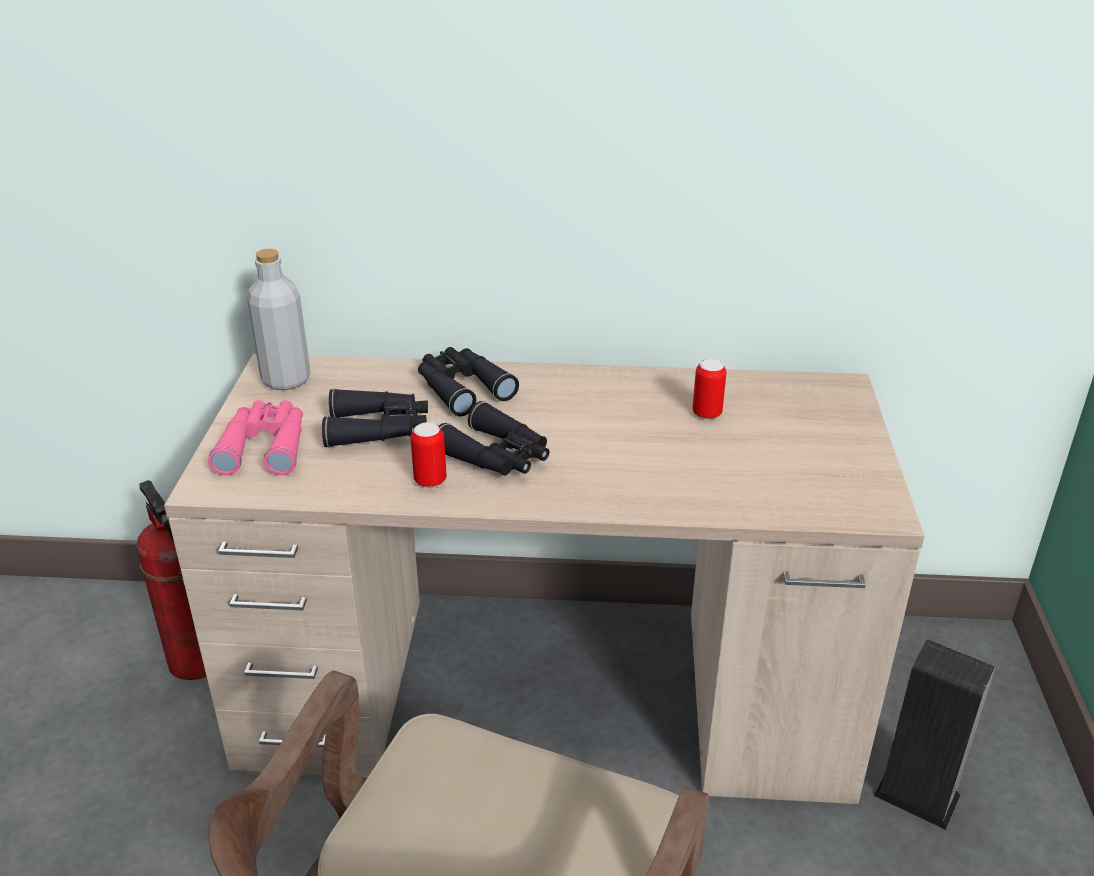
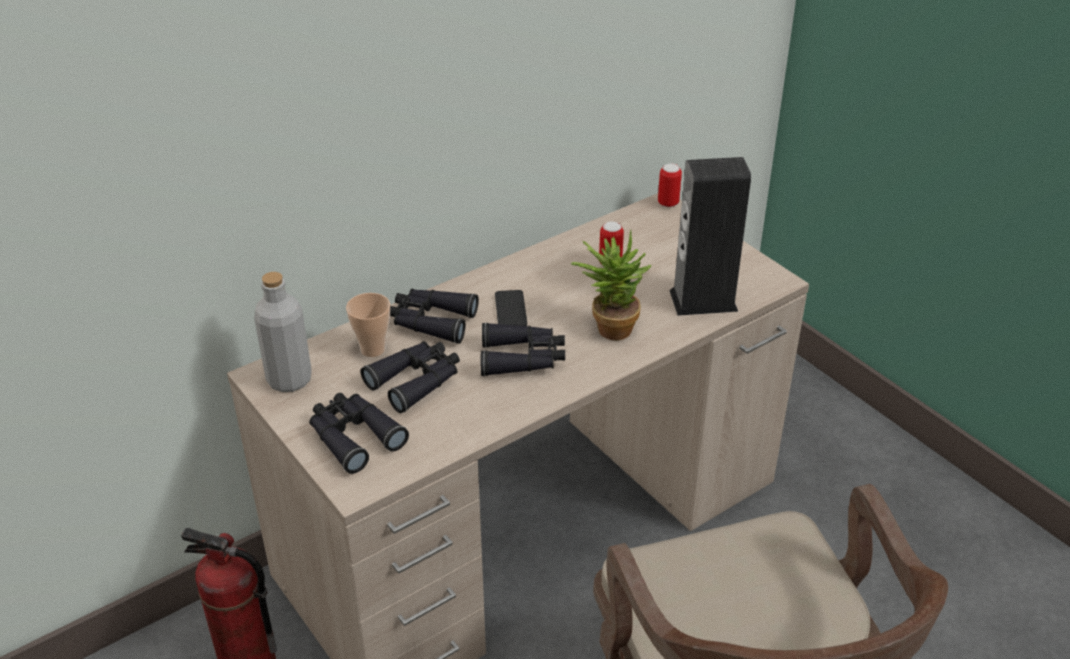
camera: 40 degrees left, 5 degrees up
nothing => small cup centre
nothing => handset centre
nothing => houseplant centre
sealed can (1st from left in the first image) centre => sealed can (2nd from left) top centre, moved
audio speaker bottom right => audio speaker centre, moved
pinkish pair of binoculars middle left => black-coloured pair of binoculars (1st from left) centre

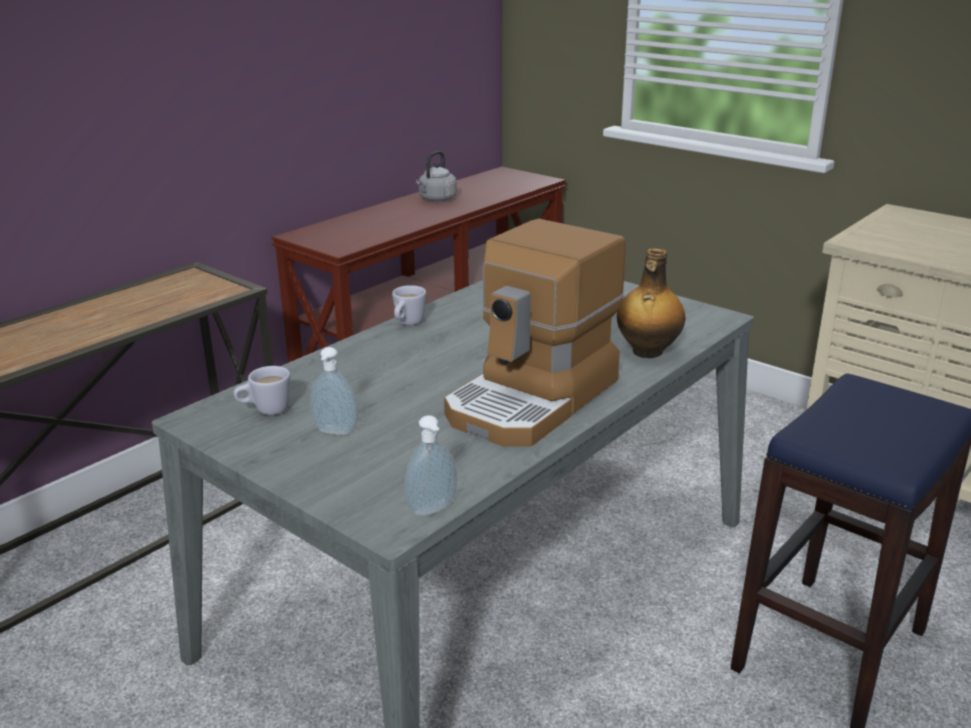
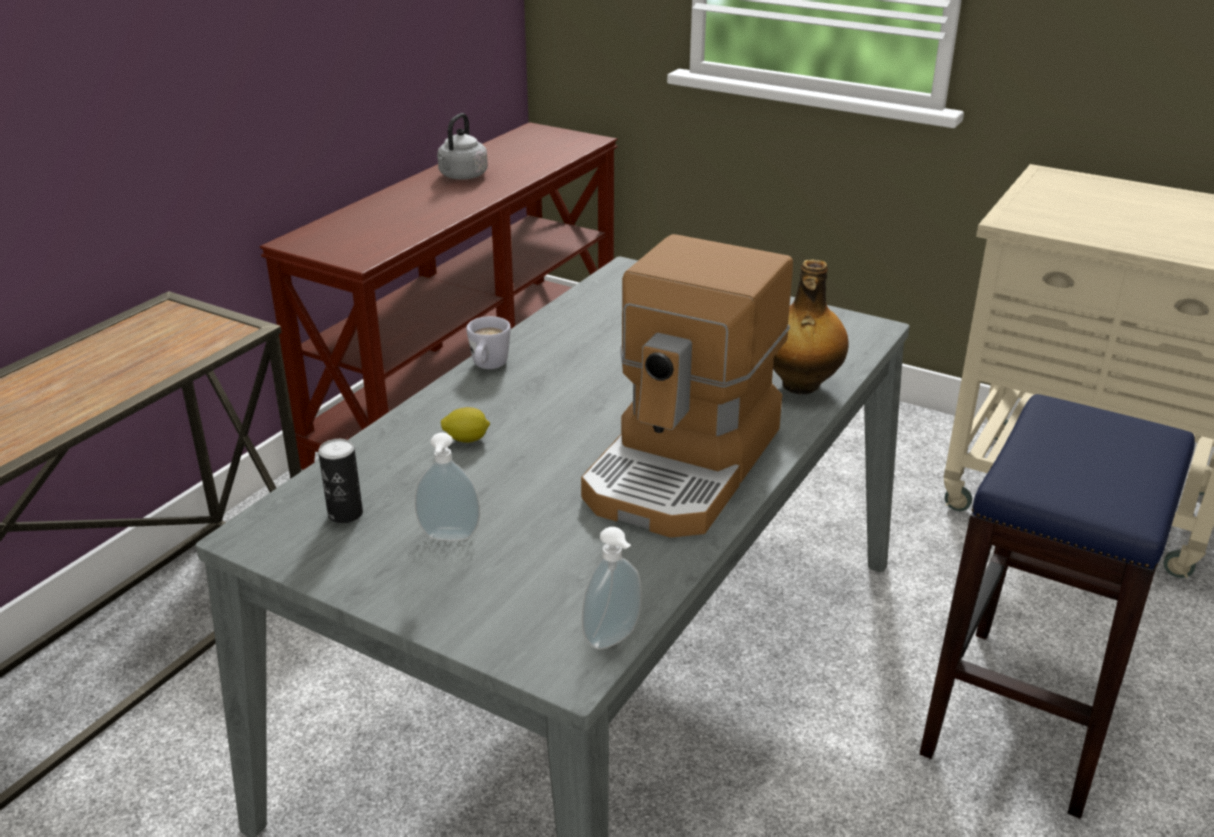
camera: 10 degrees left, 5 degrees up
nothing => citrus fruit centre
white coffee mug (1st from left) middle left => sealed can middle left

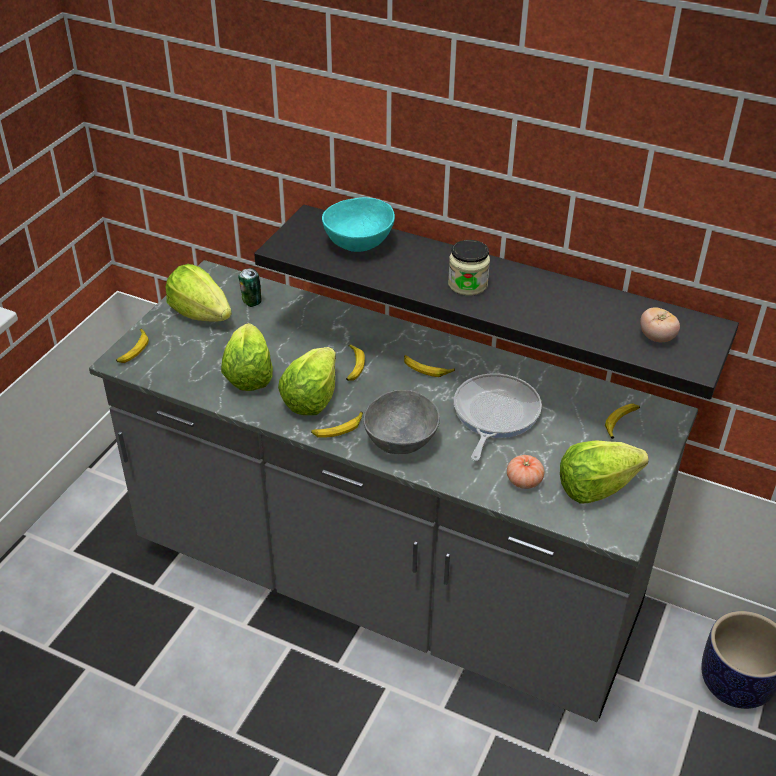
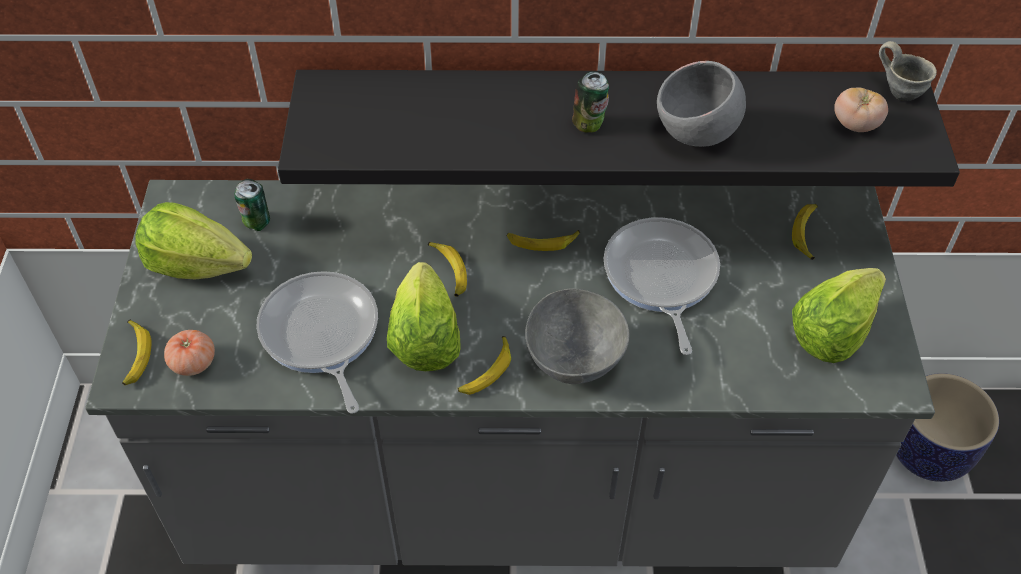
camera: 25 degrees left, 10 degrees up
turquoise-coloured bowl top centre => nothing
nothing => grey bowl (2nd from left) top right
nothing => grey coffee mug top right
tomato (1st from left) middle right => tomato (1st from left) middle left, moved
lettuce head (2nd from left) middle left => pan (1st from left) middle left
preserve jar centre => sealed can (2nd from left) top centre

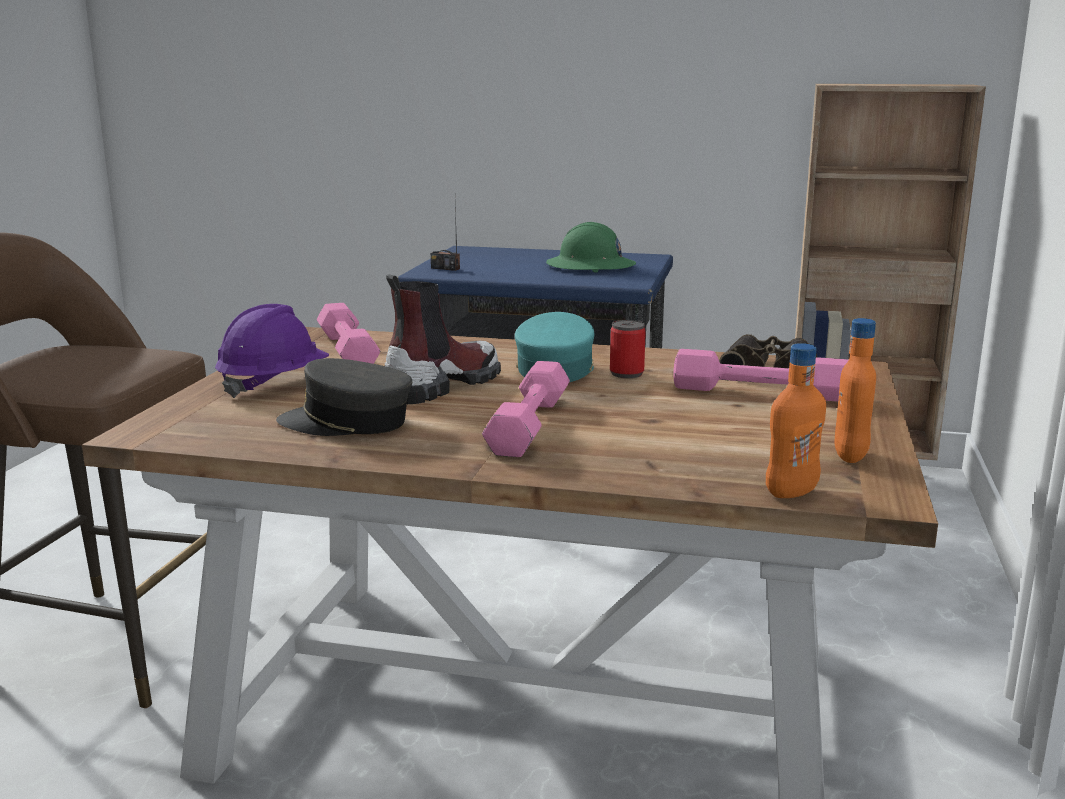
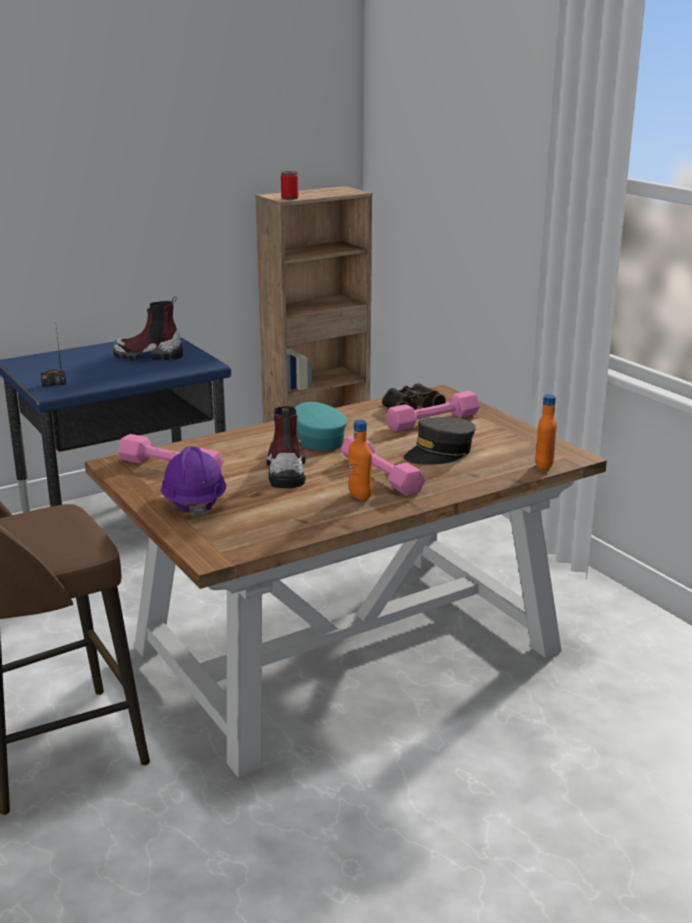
camera: 45 degrees left, 5 degrees up
grey peaked cap middle left => grey peaked cap centre, moved
sealed can centre => sealed can top centre, moved
orange-coloured drink bottle (2nd from left in the first image) middle right => orange-coloured drink bottle (1st from left) centre, moved
greenish work helmet top centre => boot (1st from left) middle left

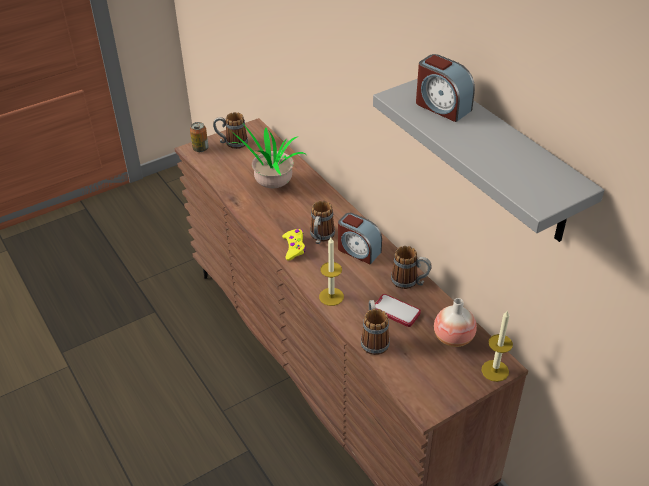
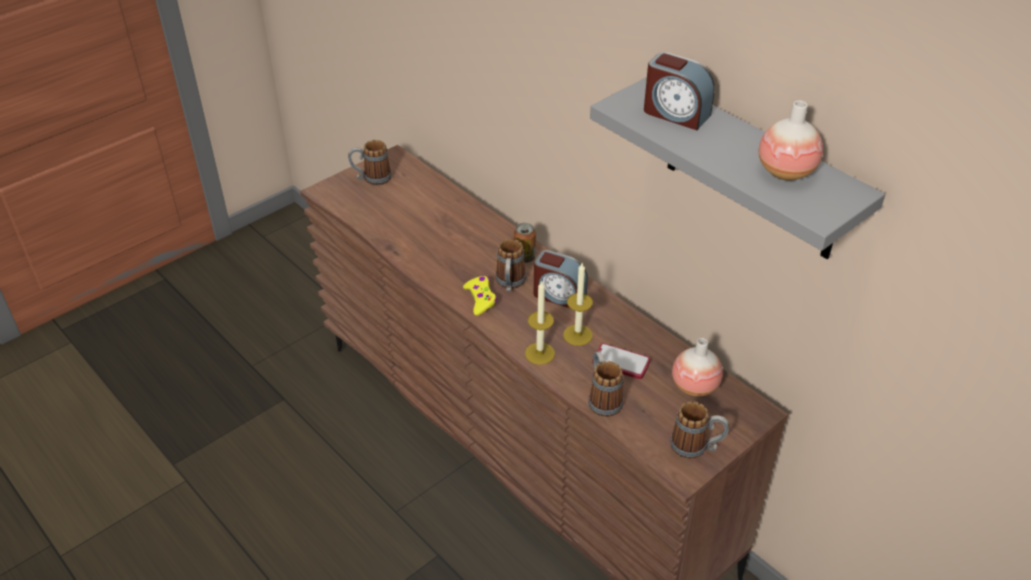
camera: 10 degrees left, 0 degrees up
houseplant top centre => nothing
nothing => vase (2nd from left) top right
sealed can top left => sealed can centre, moved
coffee mug (4th from left) centre => coffee mug (4th from left) bottom right, moved
wax light (2nd from left) bottom right => wax light (2nd from left) centre, moved

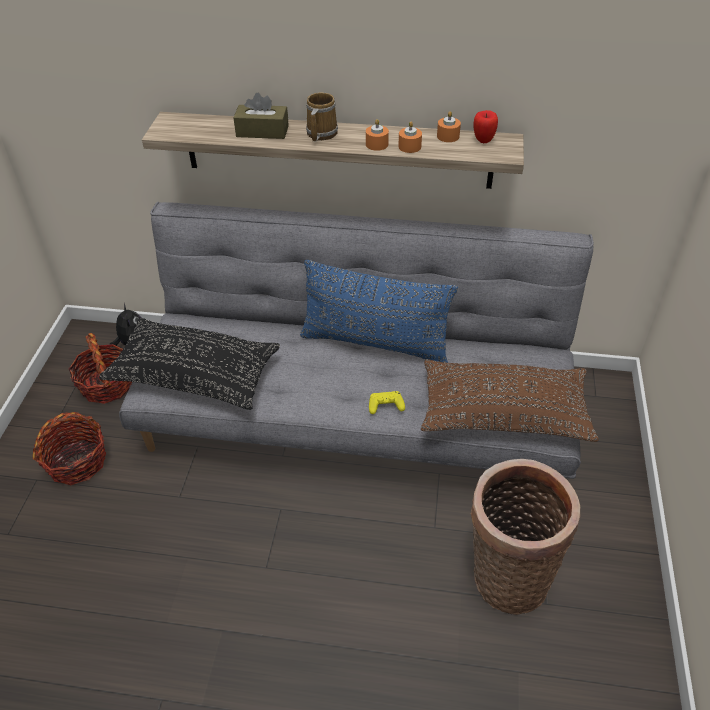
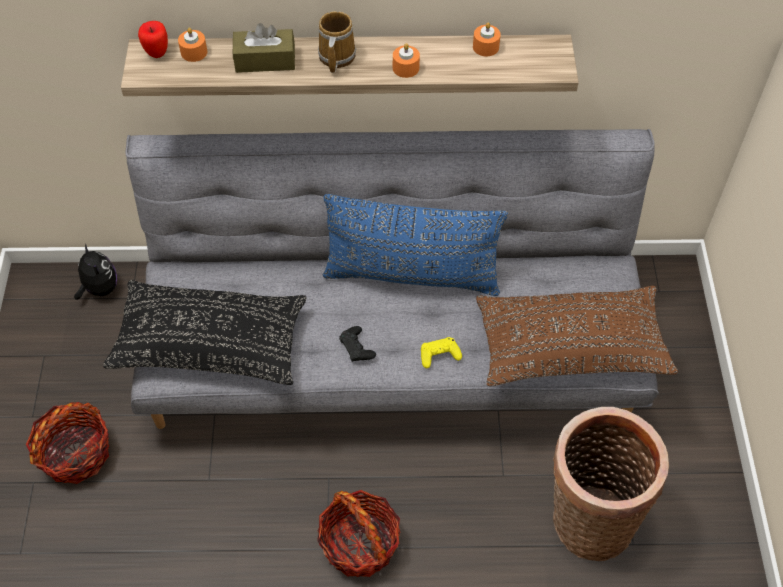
camera: 10 degrees left, 10 degrees up
nothing => black-coloured gamepad centre
basket (2nd from left) middle left => basket (2nd from left) bottom centre, moved
orange-coloured wax light (2nd from left in the first image) top centre => orange-coloured wax light (1st from left) top left, moved
whole apple top right => whole apple top left, moved

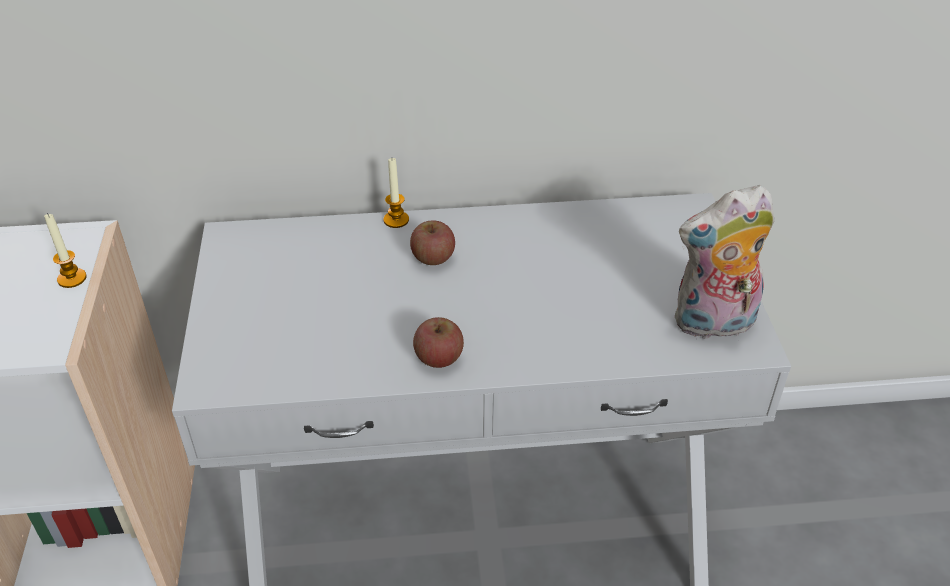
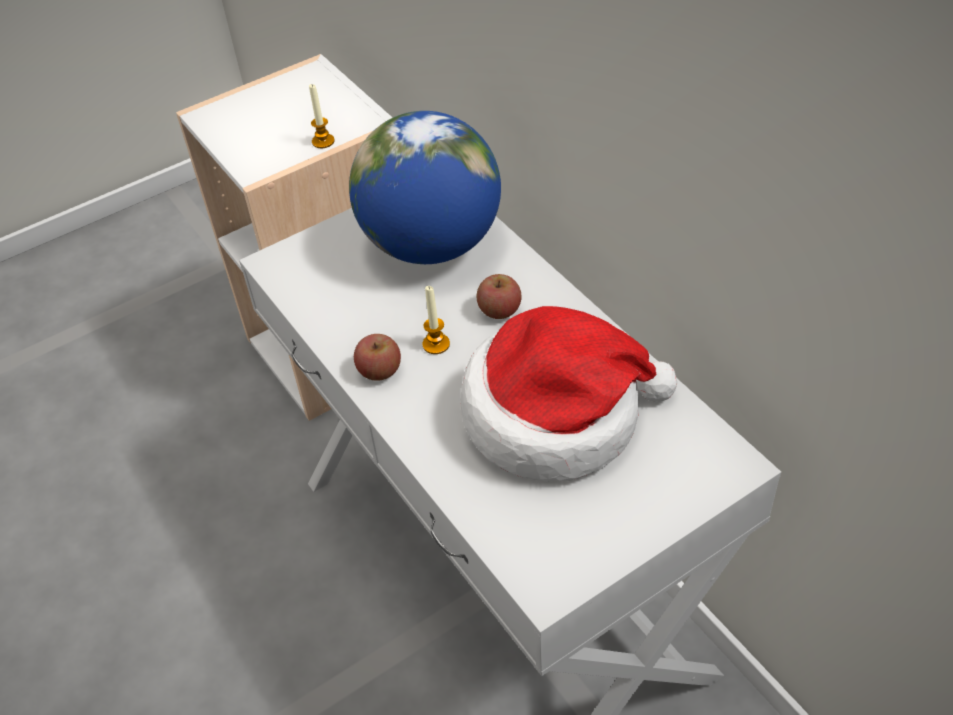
camera: 65 degrees right, 5 degrees up
cuddly toy middle right => nothing
nothing => desk globe top centre
nothing => clothing hat centre
wax light (2nd from left) top centre => wax light (2nd from left) centre, moved

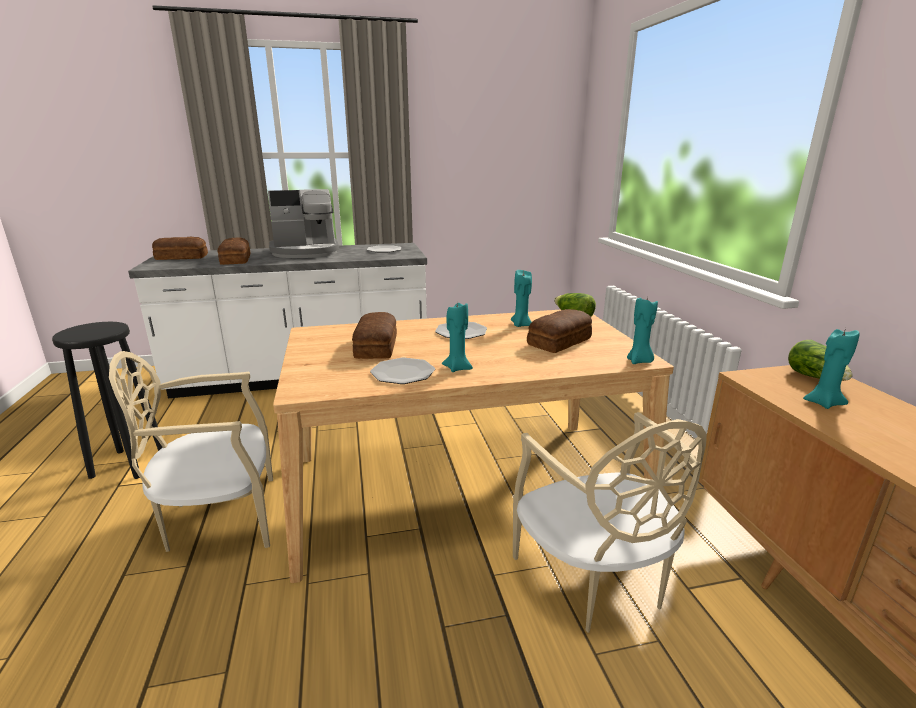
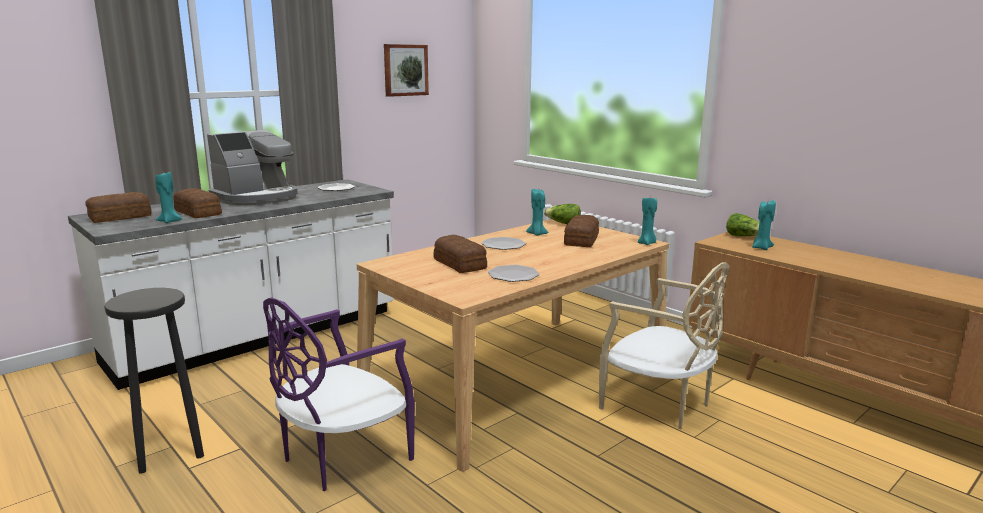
camera: 30 degrees left, 5 degrees down
nothing => picture top centre
turquoise-coloured wax light (1st from left) centre => turquoise-coloured wax light (1st from left) middle left, moved
sand-coloured chair (1st from left) middle left => purple-coloured chair bottom centre

